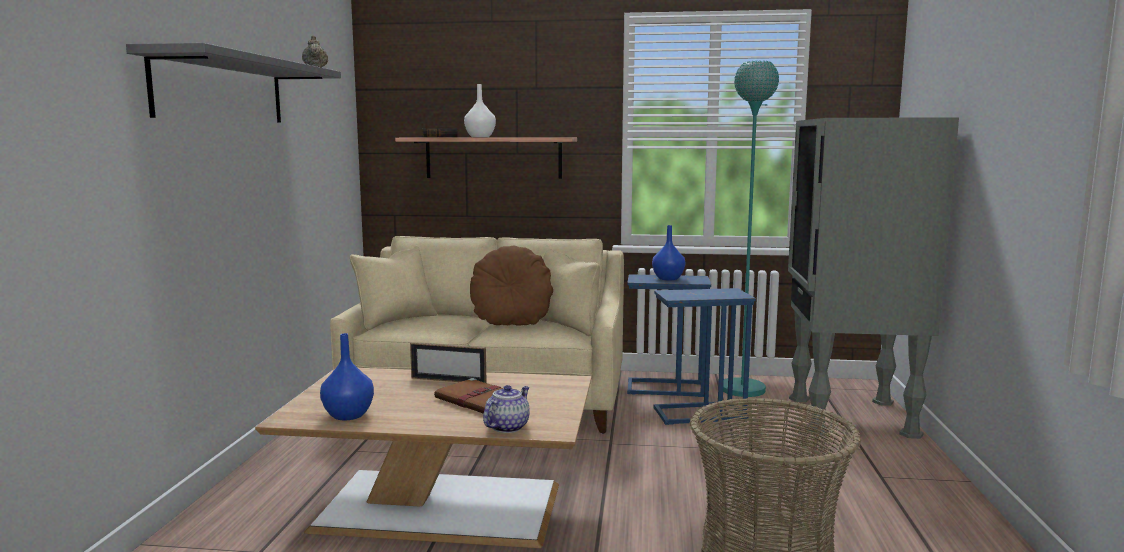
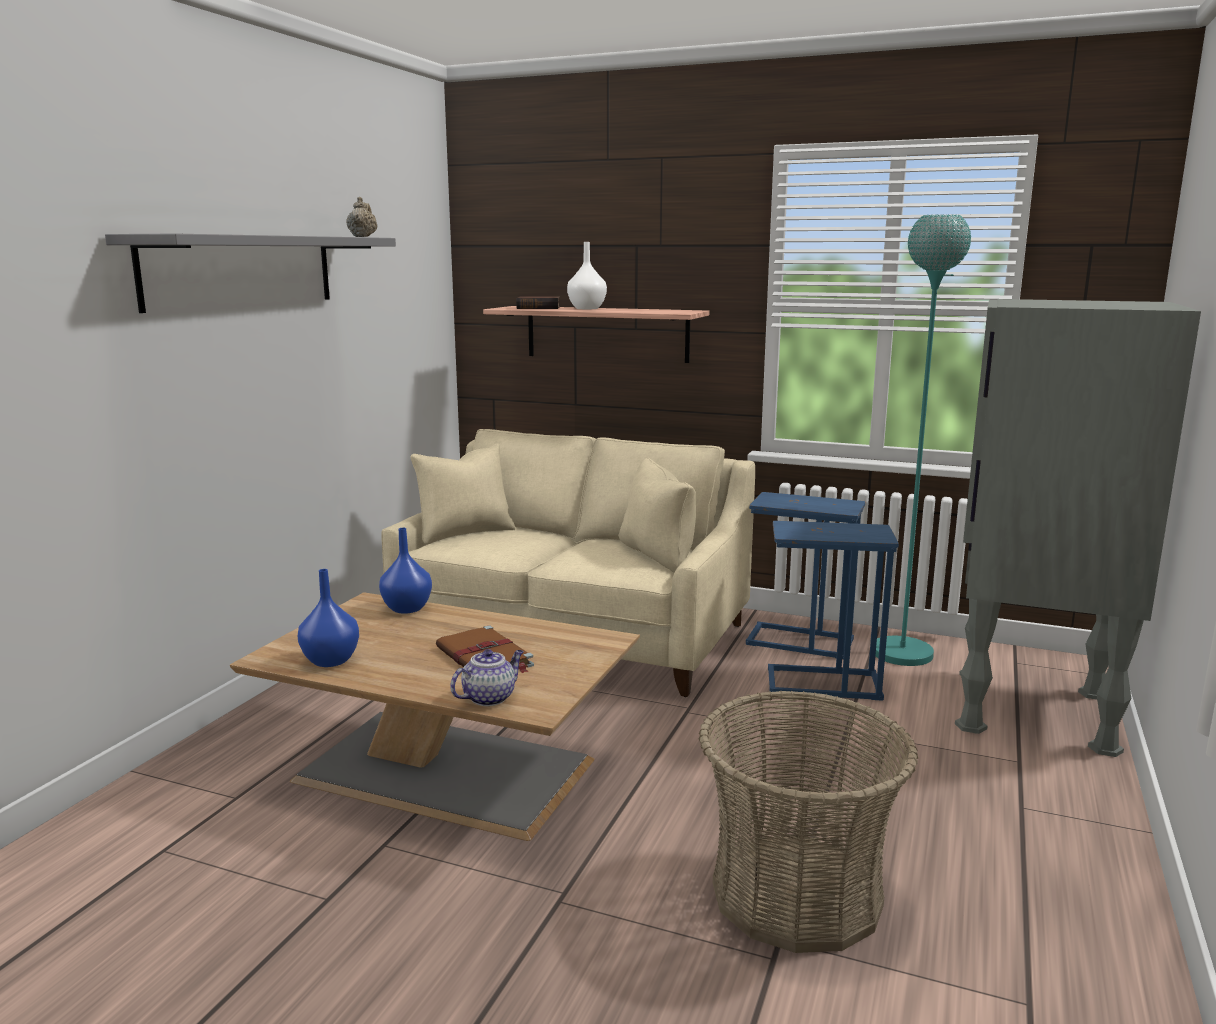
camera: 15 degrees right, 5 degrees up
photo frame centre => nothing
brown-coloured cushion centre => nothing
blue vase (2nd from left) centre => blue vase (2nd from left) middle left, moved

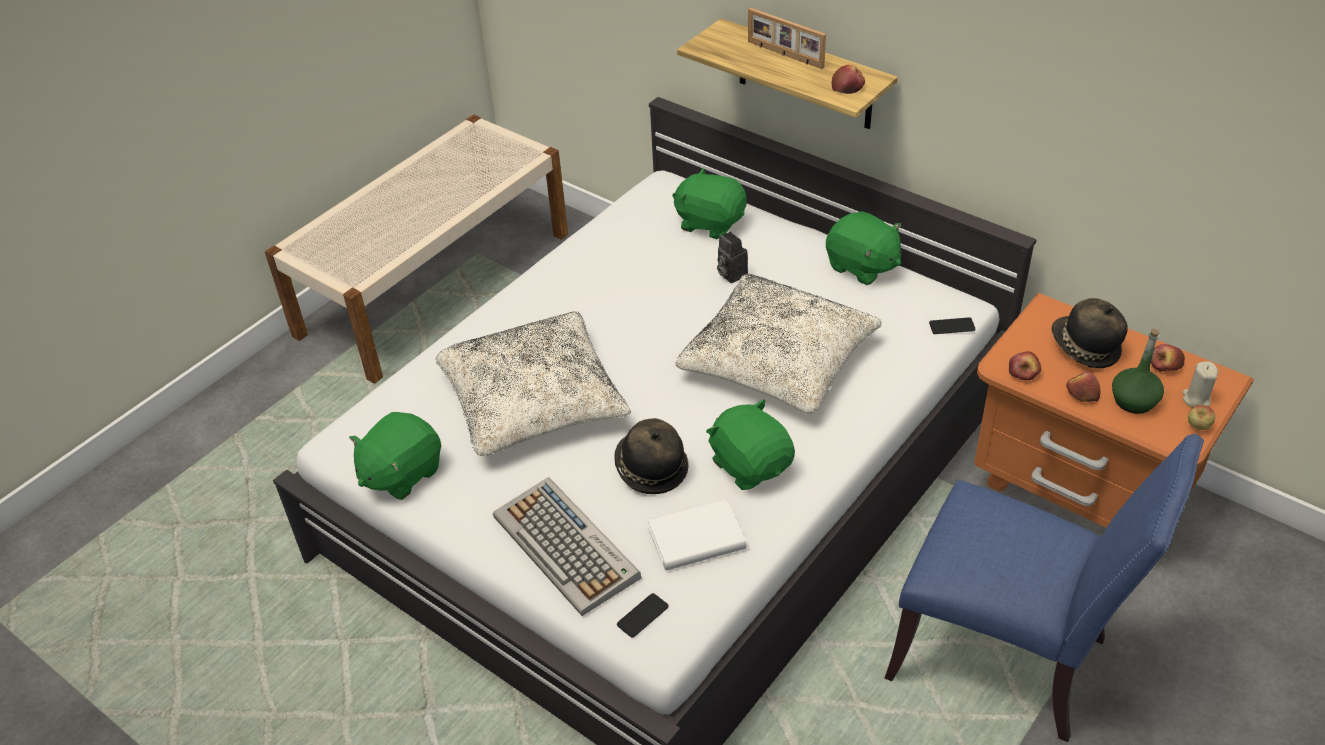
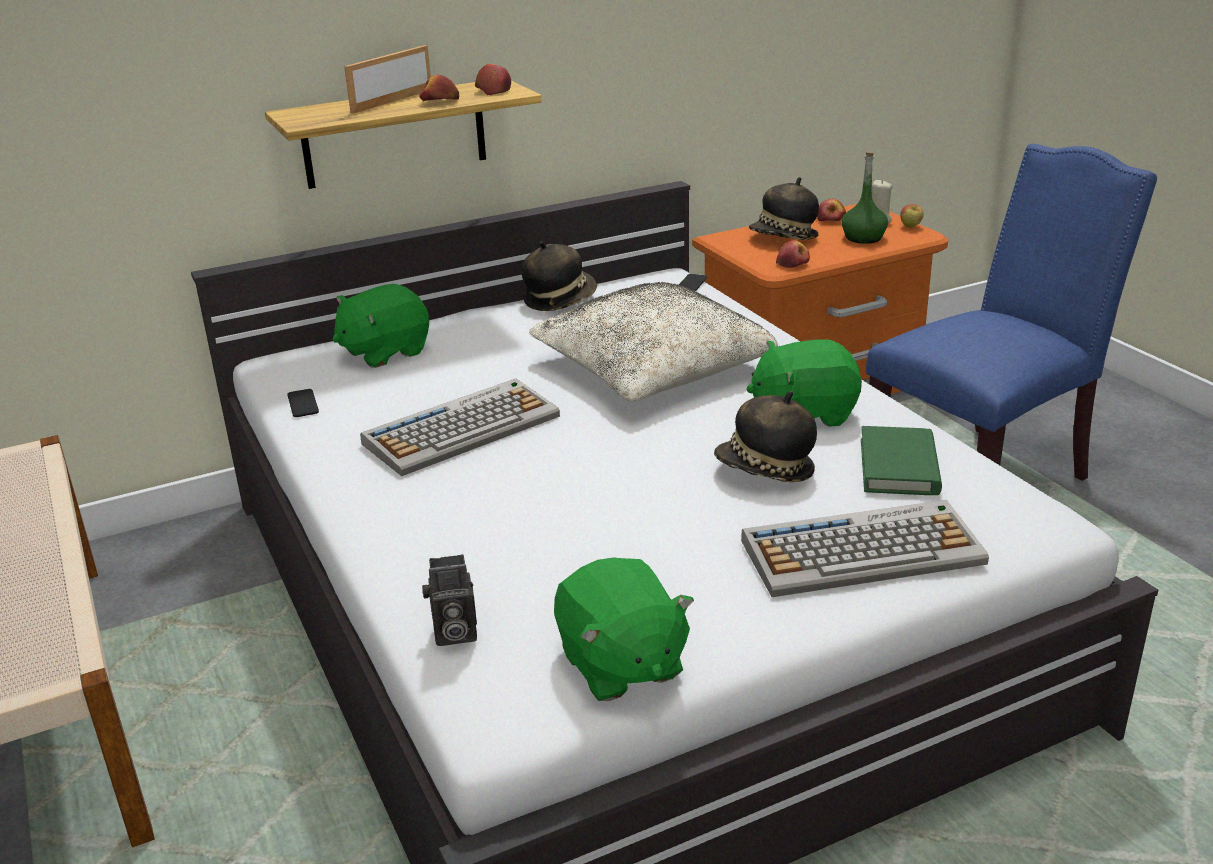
camera: 65 degrees left, 15 degrees down
sand-coloured cushion (1st from left) centre => nothing
nothing => PC keyboard (1st from left) centre
handset (1st from left) bottom centre => handset (1st from left) middle left, moved
photo camera centre => photo camera bottom centre, moved
whole apple (3rd from left in the first image) middle right => whole apple (1st from left) top centre, moved
greenish cuddly toy (4th from left) top centre => clothing hat (1st from left) top centre
white bound book bottom centre => greenish bound book middle right
photo frame top centre => photo frame top left, 150 degrees clockwise

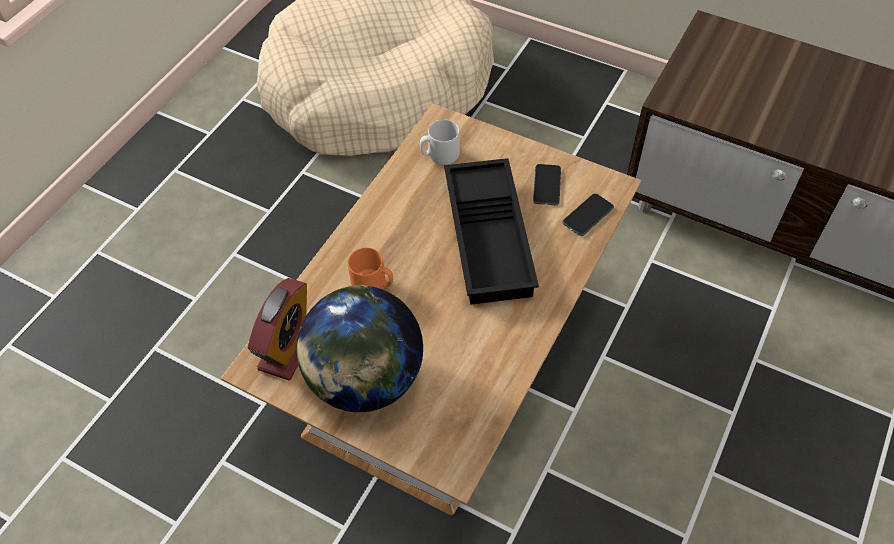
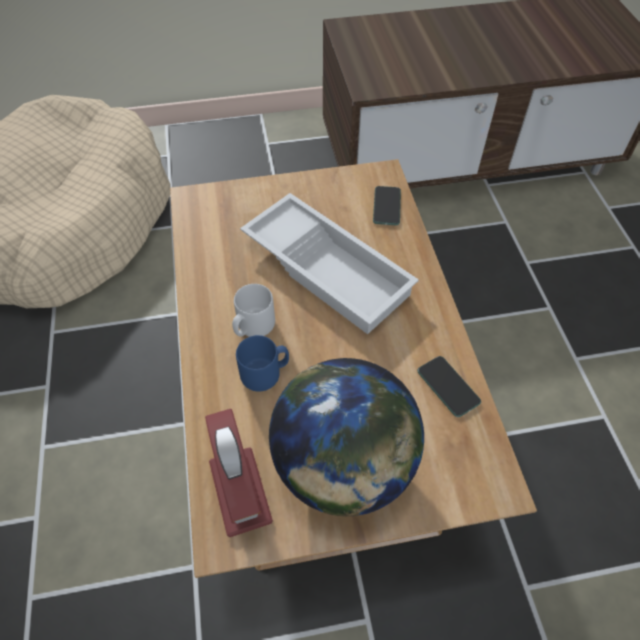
camera: 40 degrees left, 0 degrees up
grey coffee mug top centre => grey coffee mug centre, moved
handset (1st from left in the first image) centre => handset (2nd from left) middle right, moved
orange-coloured coffee mug centre => blue coffee mug centre
black-coloured serving tray centre => white serving tray centre

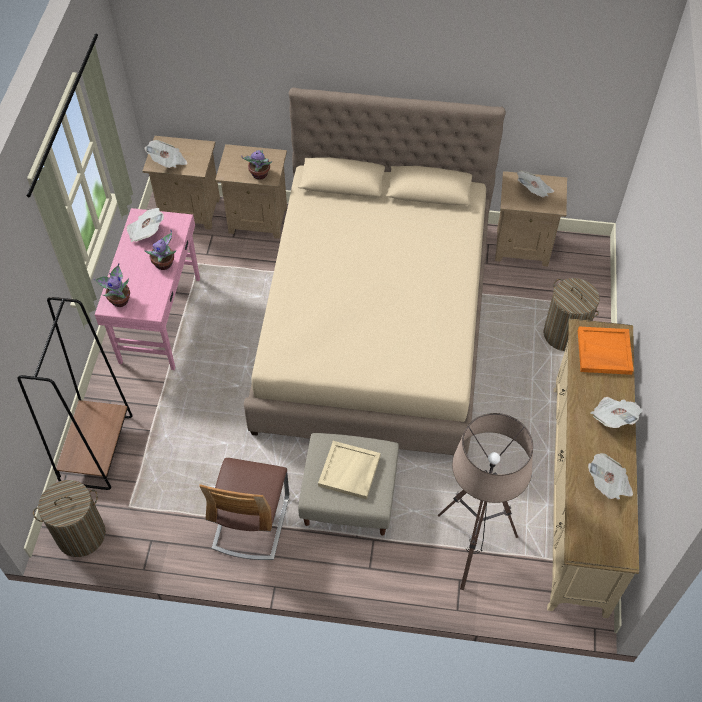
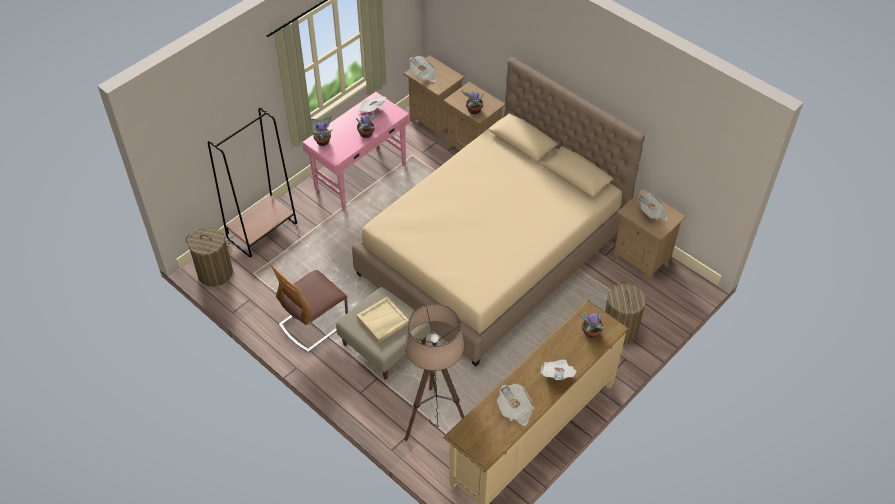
camera: 35 degrees right, 5 degrees down
orange-coloured serving tray middle right => houseplant (4th from left) centre

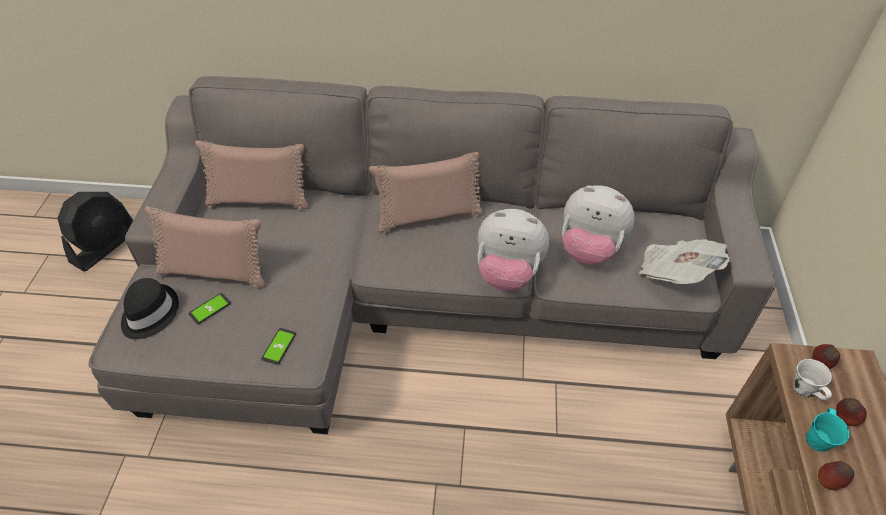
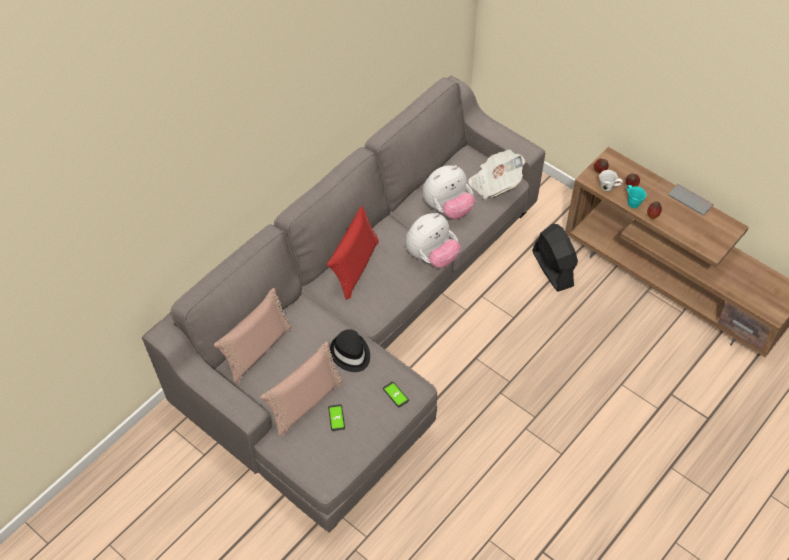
camera: 55 degrees left, 5 degrees up
black-coloured electric fan middle left => black-coloured electric fan middle right, moved
black-coloured clothing hat middle left => black-coloured clothing hat centre, moved
sand-coloured cushion (3rd from left) centre => red-coloured cushion centre

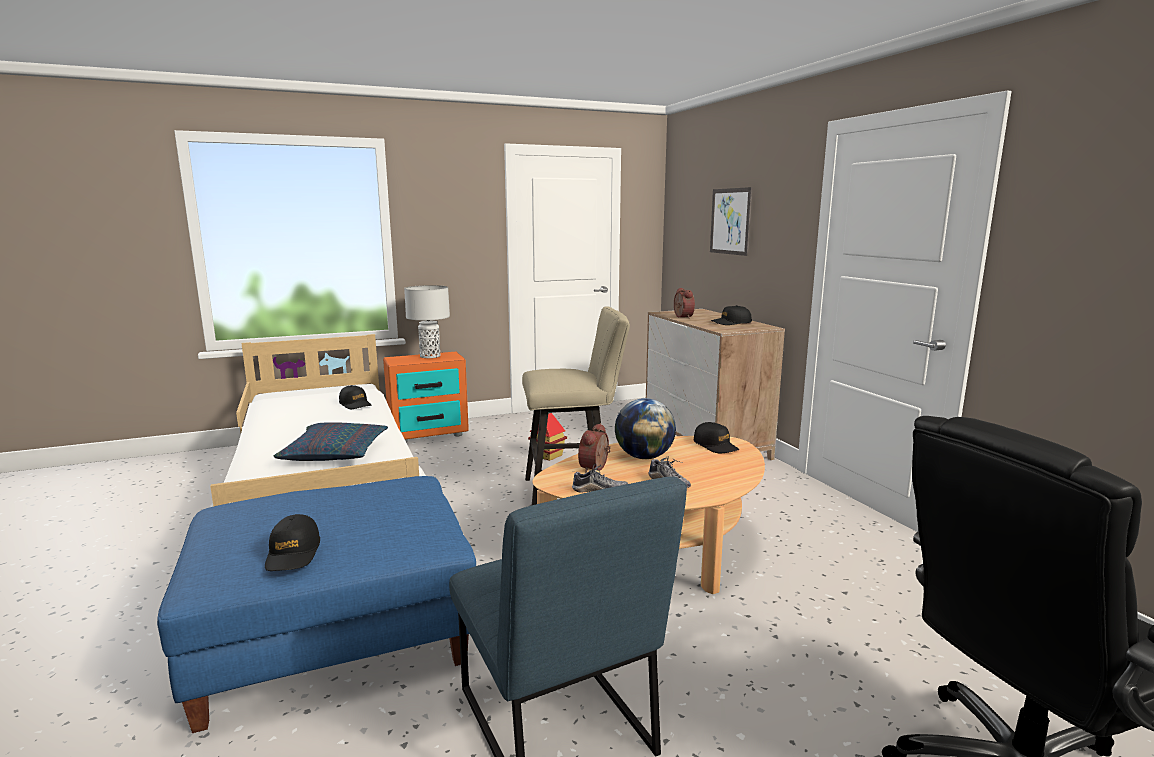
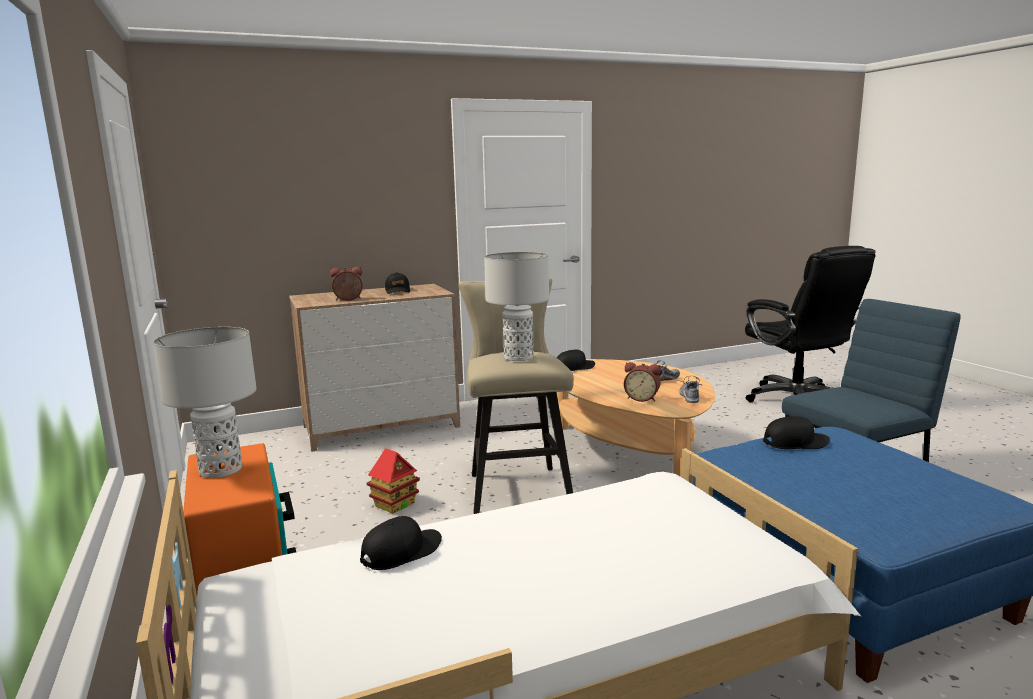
camera: 90 degrees left, 0 degrees up
blue cushion middle left => nothing
desk globe centre => nothing
picture top centre => nothing
nothing => white tabletop lamp (2nd from left) centre
black-coloured peaked cap (1st from left in the first image) bottom left => black-coloured peaked cap (4th from left) middle right, moved

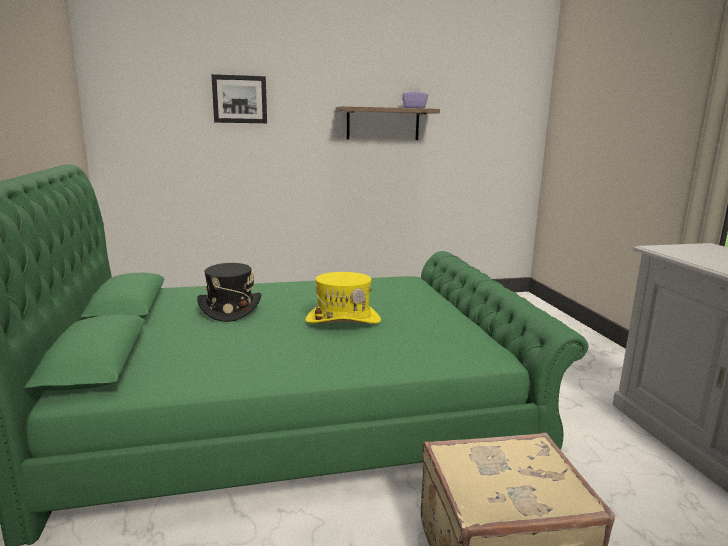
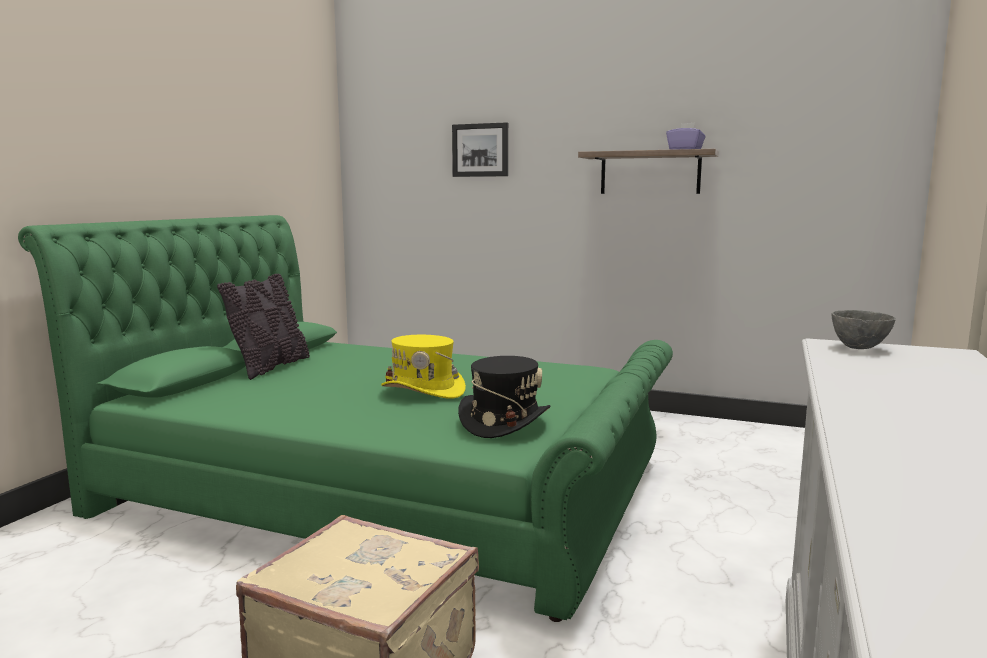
camera: 35 degrees right, 5 degrees down
nothing => black-coloured cushion middle left
nothing => grey bowl middle right
black-coloured clothing hat middle left => black-coloured clothing hat centre, moved

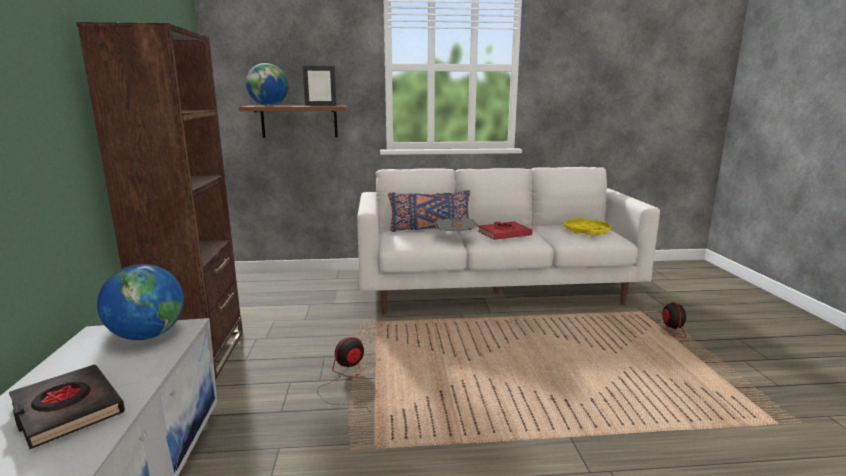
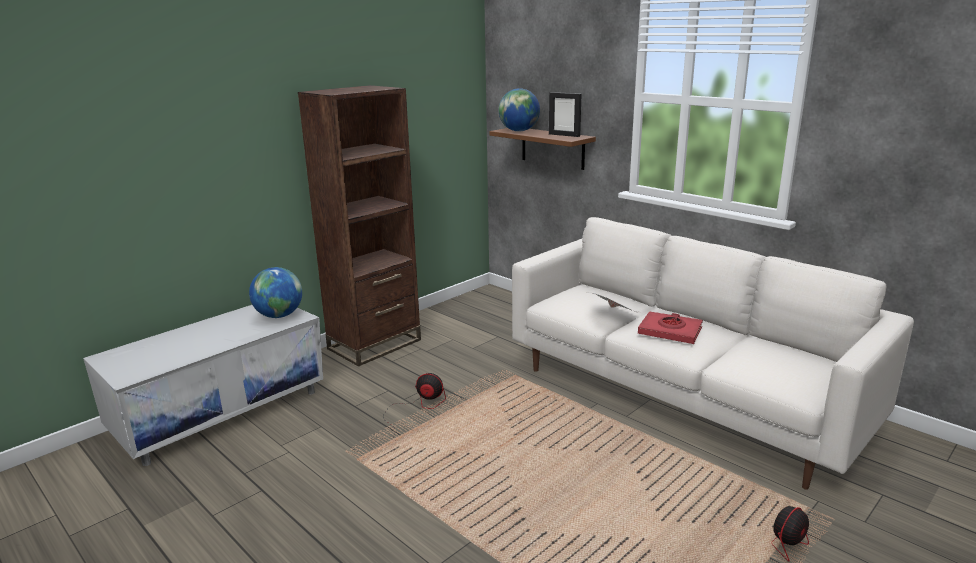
camera: 50 degrees right, 5 degrees up
black-coloured bound book bottom left => nothing
blue cushion centre => nothing
yellowish serving tray middle right => nothing

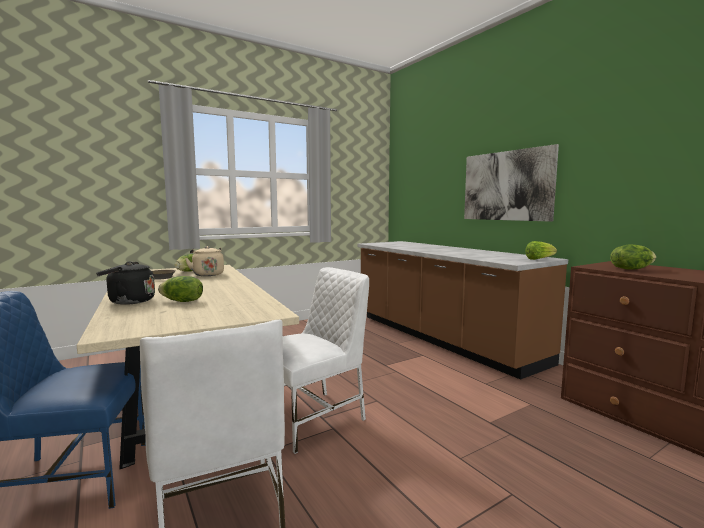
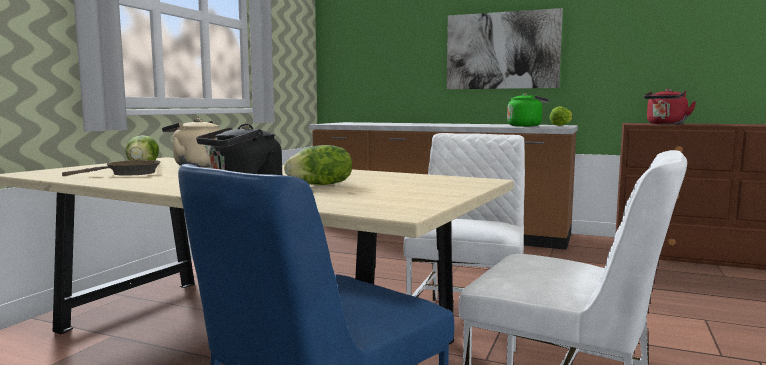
camera: 35 degrees left, 0 degrees up
nothing => greenish tea kettle top right
lettuce head (4th from left) middle right => red-coloured tea kettle top right

